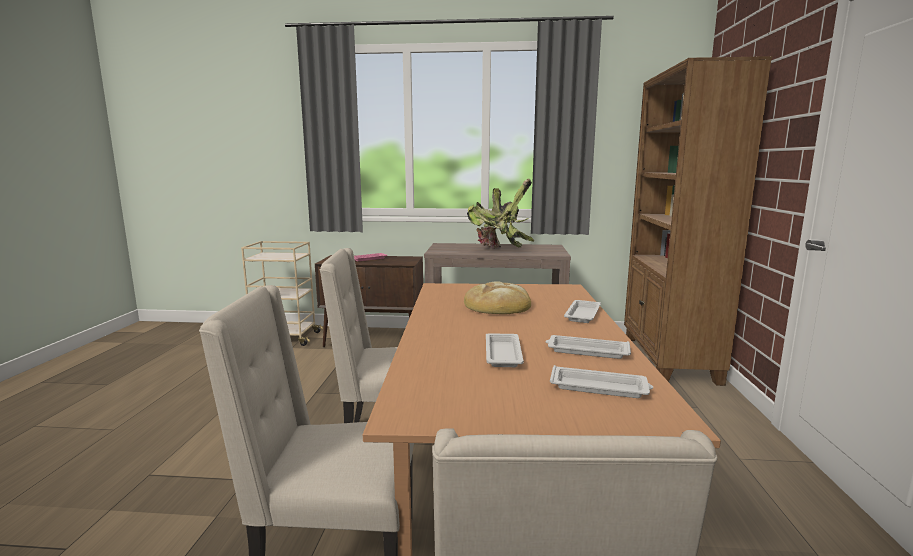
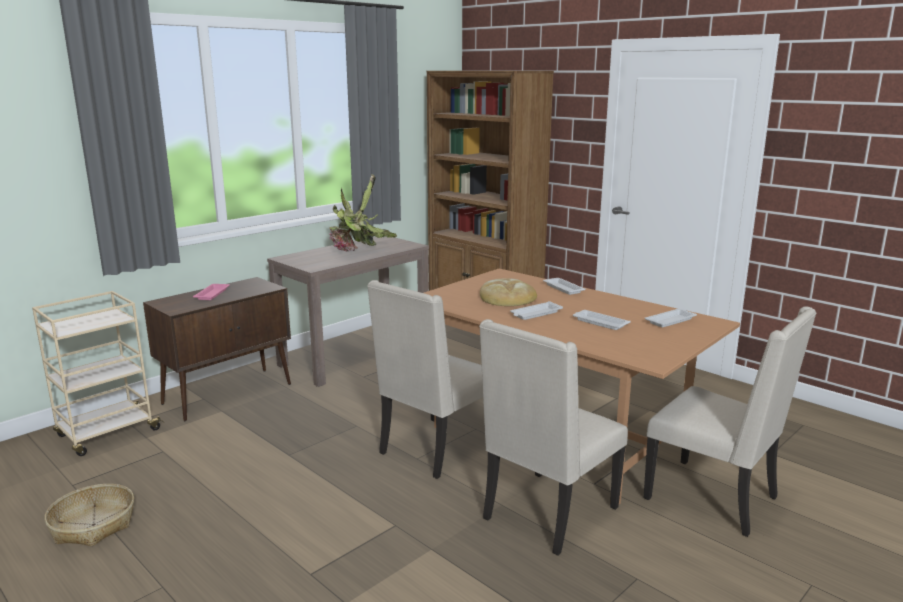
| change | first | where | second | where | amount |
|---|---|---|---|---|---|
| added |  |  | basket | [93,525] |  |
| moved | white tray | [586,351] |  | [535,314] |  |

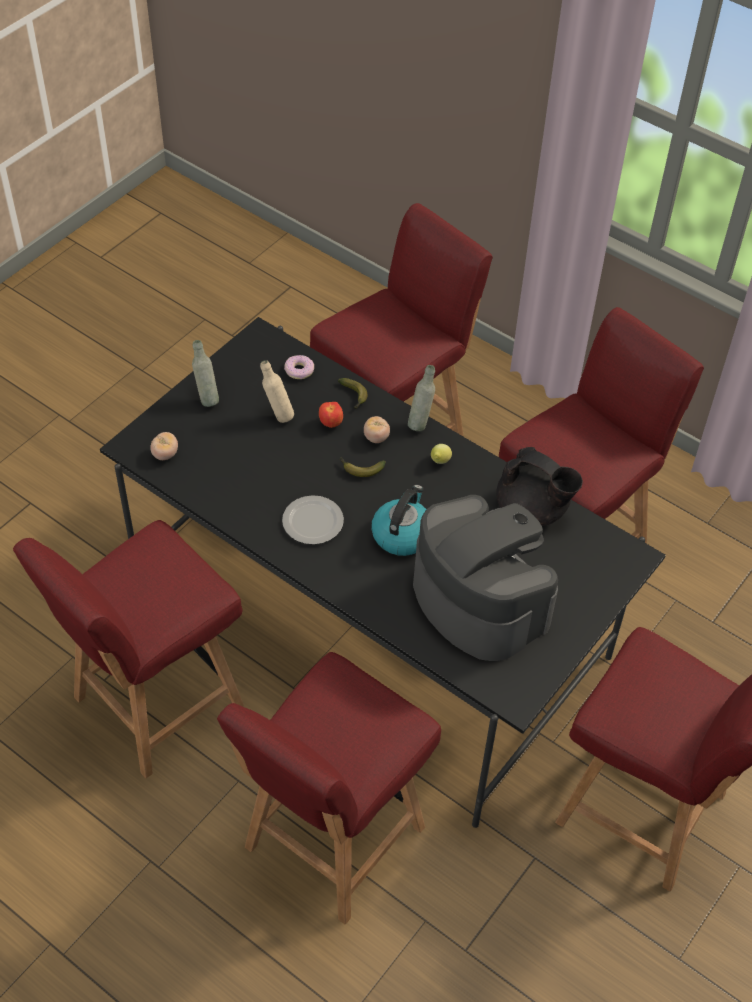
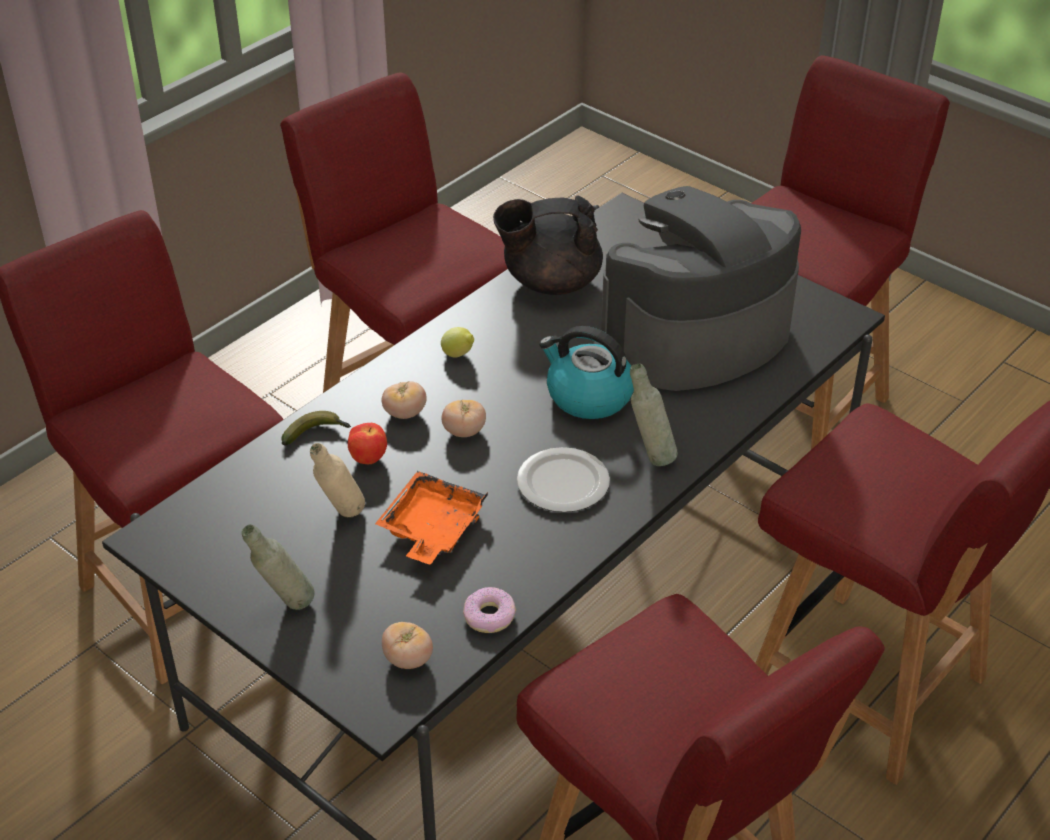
| change | first | where | second | where | amount |
|---|---|---|---|---|---|
| added |  |  | orange tray | [431,529] |  |
| replaced | banana | [360,469] | tomato | [464,431] |  |
| moved | donut | [299,371] |  | [490,616] |  |
| turned | black teapot | [532,510] |  | [550,282] | 135 degrees counterclockwise |
| moved | grey bottle | [420,422] |  | [650,457] |  |

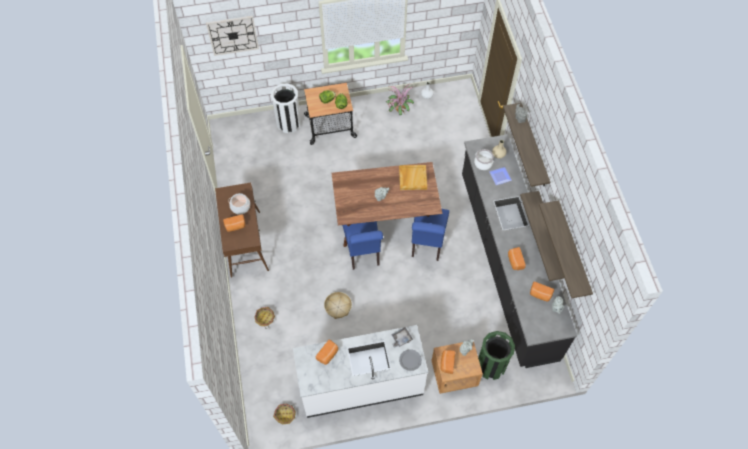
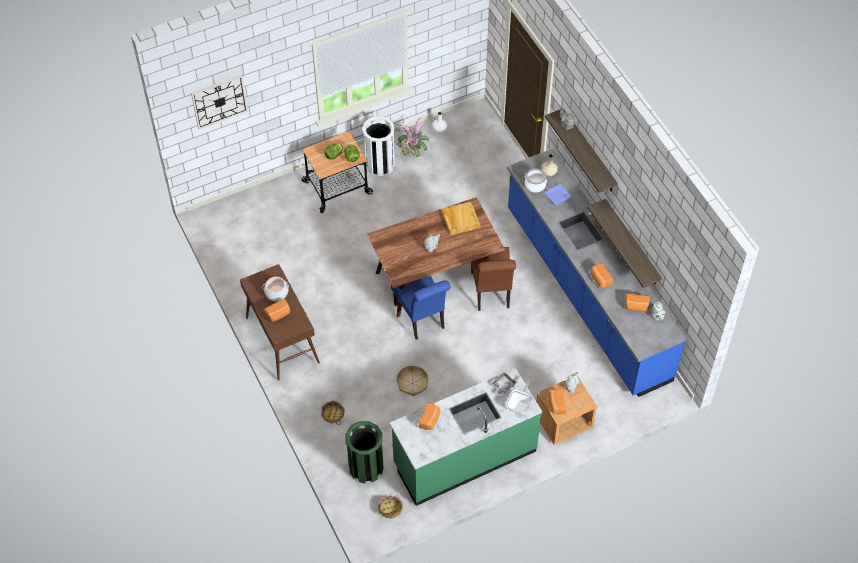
| change | first | where | second | where | amount |
|---|---|---|---|---|---|
| moved | green trash can | [491,365] |  | [366,467] |  |
| moved | white trash can | [289,123] |  | [380,164] |  |
| recoloured | white counter | [361,384] | green counter | [464,457] |  |
| recoloured | blue chair | [427,244] | brown chair | [491,293] |  |
| replaced | grey plate | [410,360] | frying pan | [520,404] |  |
| recoloured | black counter | [506,264] | blue counter | [586,294] |  |
| removed | shelf | [573,250] |  |  |  |

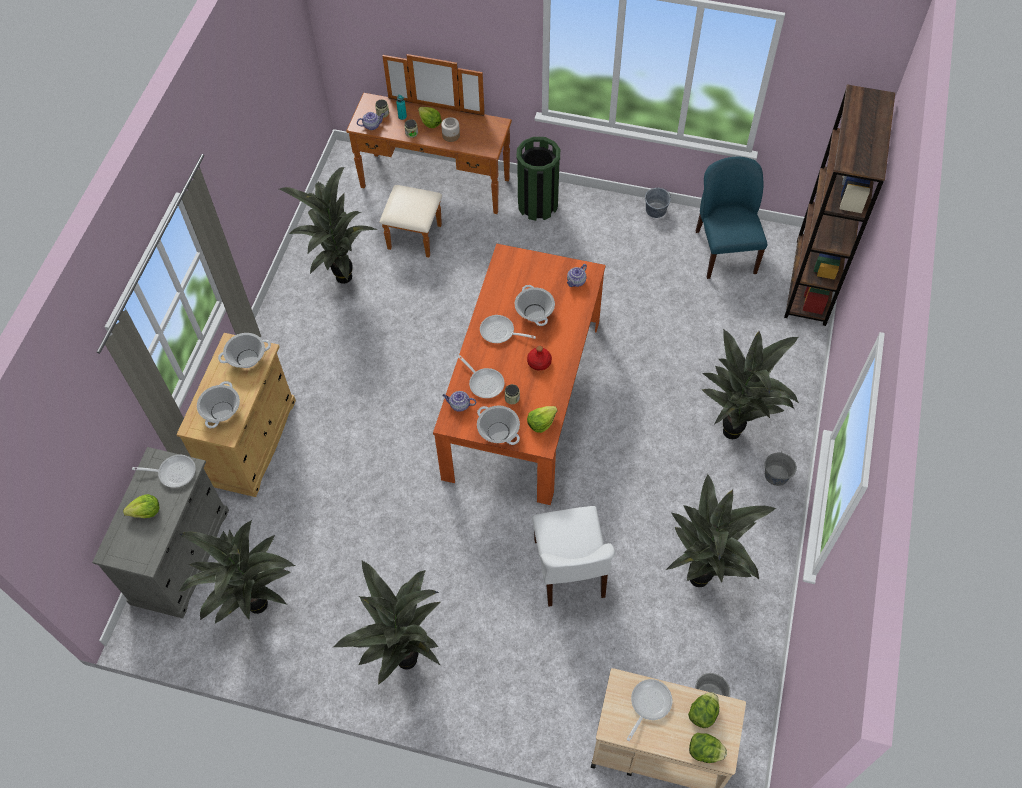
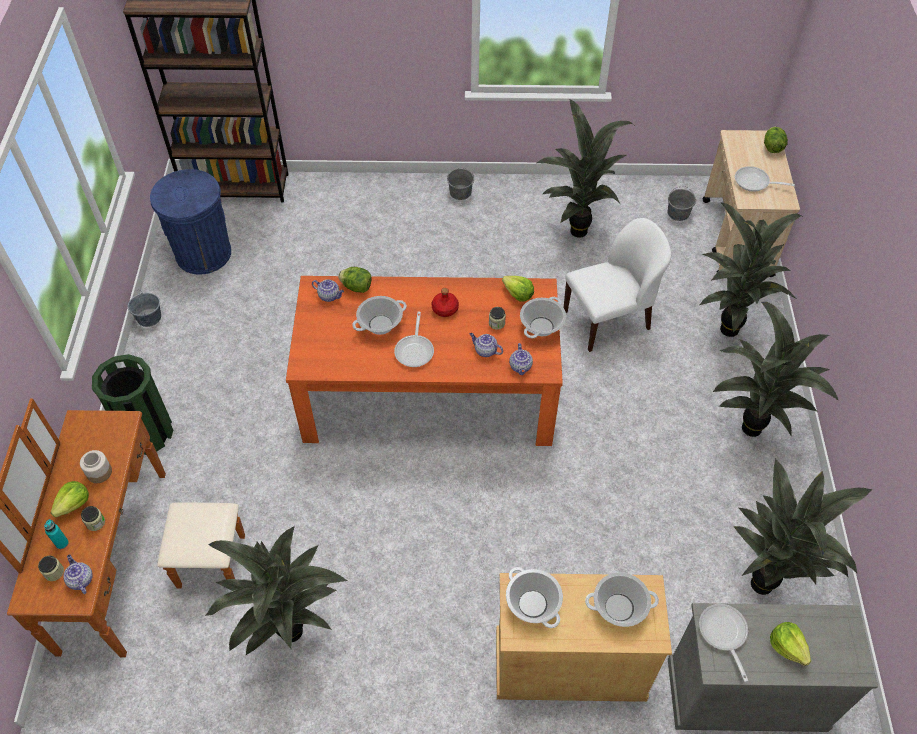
| change | first | where | second | where | amount |
|---|---|---|---|---|---|
| replaced | blue chair | [725,251] | blue trash can | [203,253] |  |
| moved | lettuce | [702,713] |  | [356,287] |  |
| replaced | frying pan | [484,382] | teapot | [485,351] |  |
| moved | potted plant | [735,429] |  | [725,327] |  |

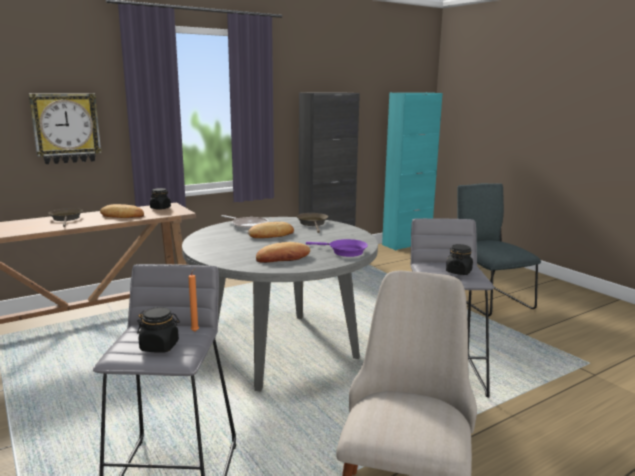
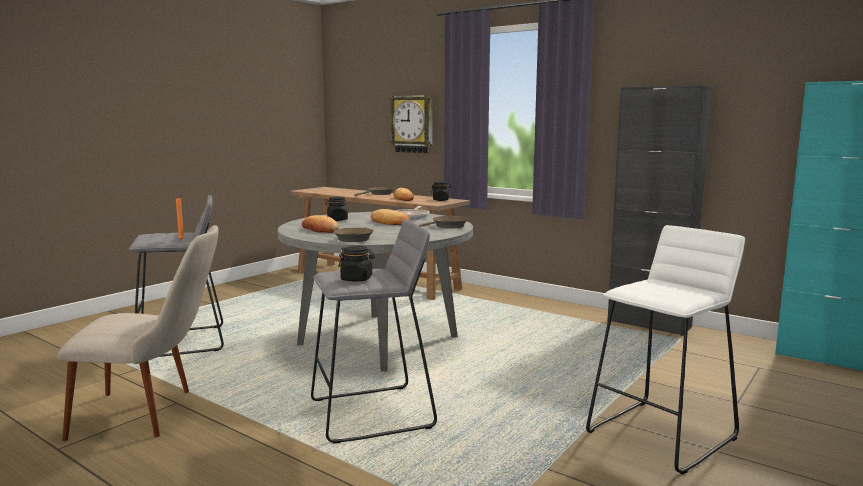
| change | first | where | second | where | amount |
|---|---|---|---|---|---|
| moved | black jar | [160,346] |  | [337,220] |  |
| recoloured | purple frying pan | [344,252] | brown frying pan | [354,238] |  |
| replaced | grey chair | [488,299] | white stool | [662,435] |  |

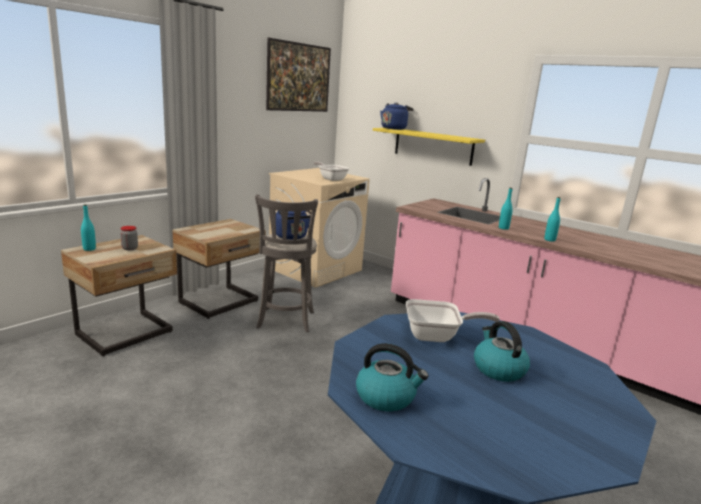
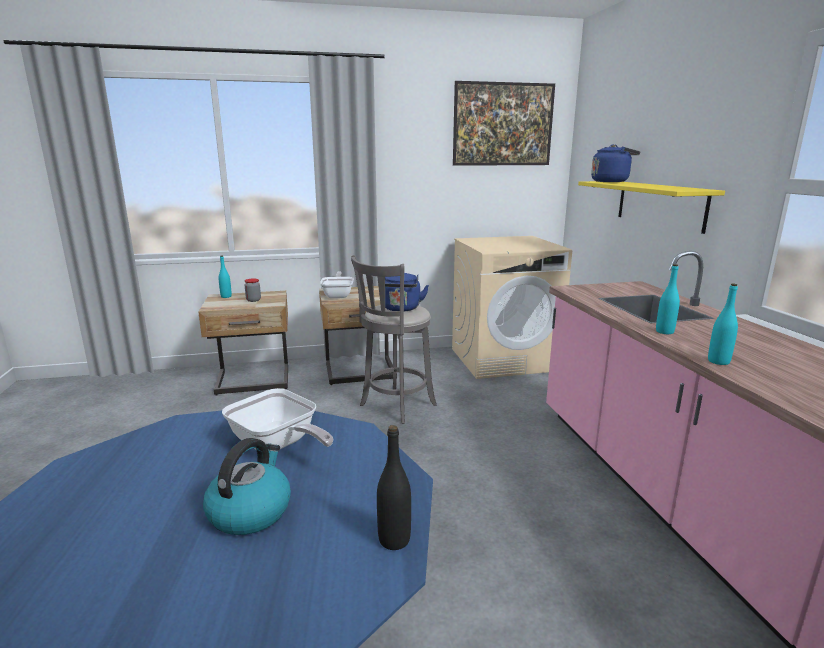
| change | first | where | second | where | amount |
|---|---|---|---|---|---|
| moved | frying pan | [331,179] |  | [338,295] |  |
| added |  |  | black bottle | [394,540] |  |
| removed | kettle | [386,397] |  |  |  |

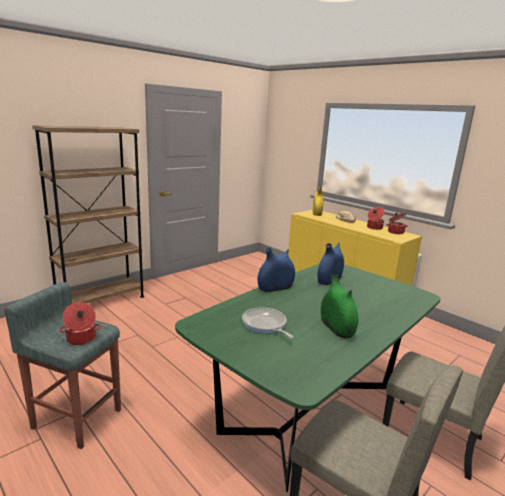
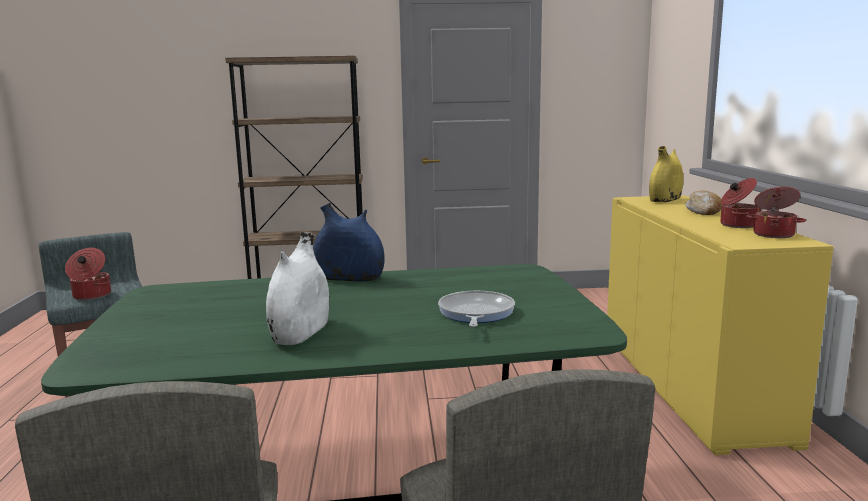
| change | first | where | second | where | amount |
|---|---|---|---|---|---|
| recoloured | green vase | [336,328] | white vase | [300,333] |  |
| moved | frying pan | [265,324] |  | [475,314] |  |
| removed | blue vase | [329,280] |  |  |  |

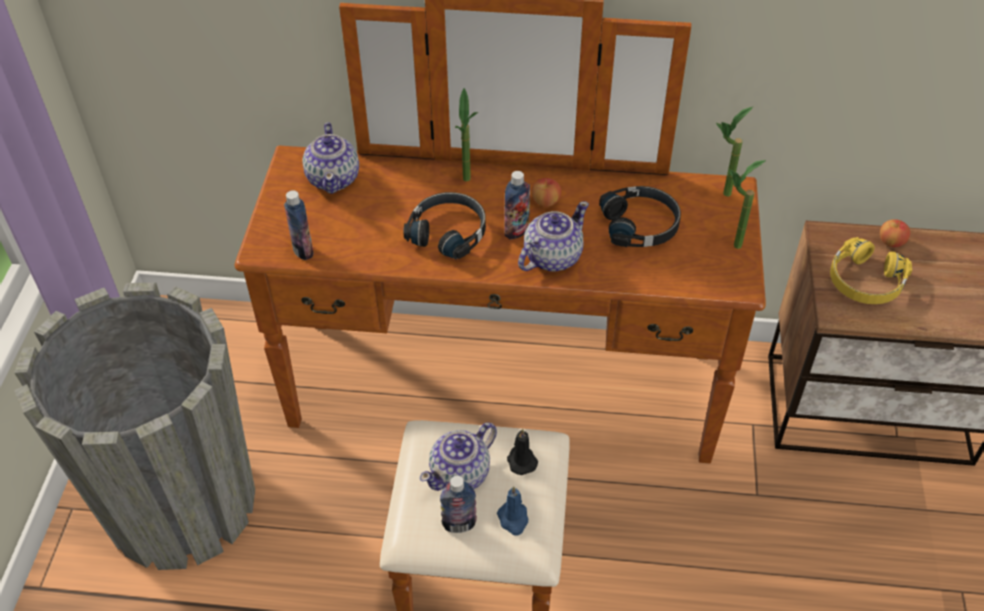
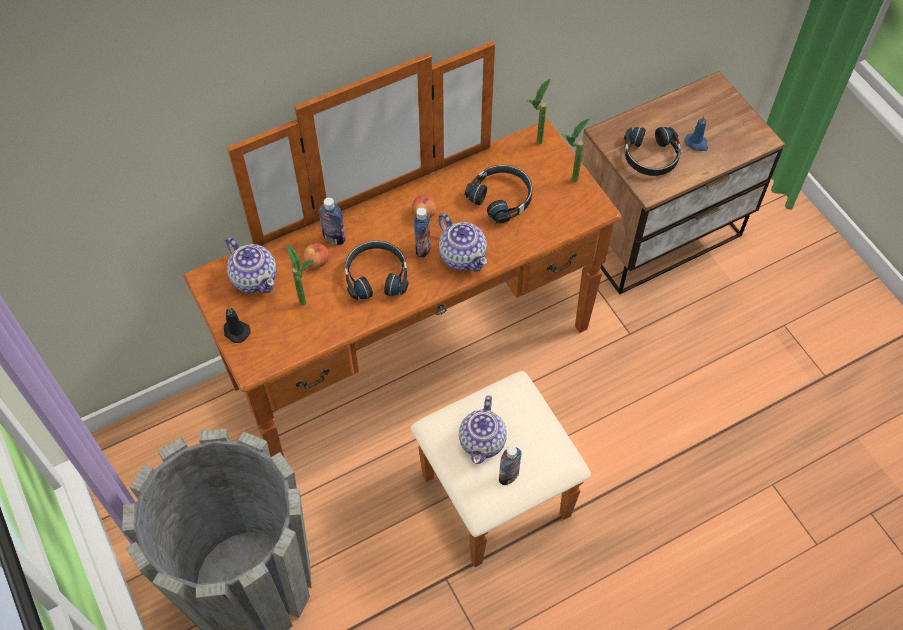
| change | first | where | second | where | amount |
|---|---|---|---|---|---|
| moved | black candle | [521,460] |  | [236,331] |  |
| moved | potted plant | [468,184] |  | [308,306] |  |
| moved | apple | [891,242] |  | [317,261] |  |
| moved | bottle | [303,250] |  | [334,238] |  |
| turned | teapot | [551,257] |  | [462,255] | 135 degrees clockwise |
| recoloured | yellow headphones | [865,281] | black headphones | [651,157] |  |
| moved | blue candle | [513,519] |  | [697,143] |  |

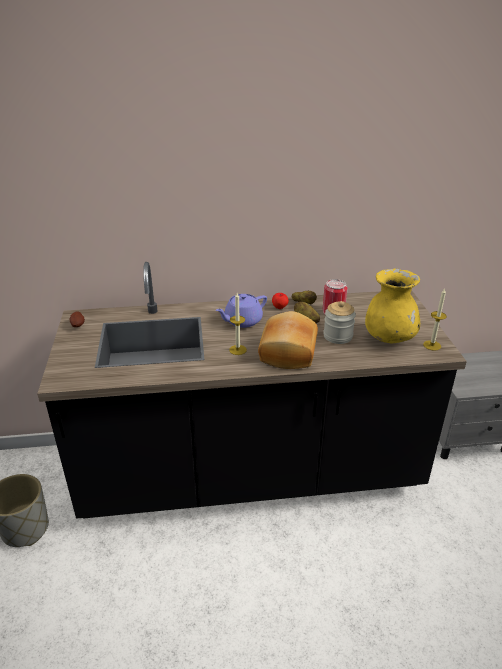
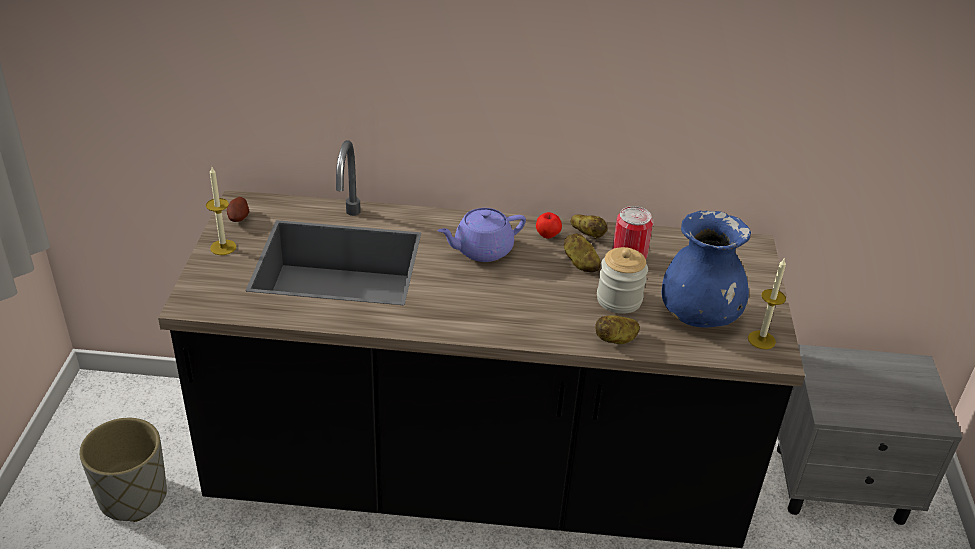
| change | first | where | second | where | amount |
|---|---|---|---|---|---|
| moved | candle | [238,350] |  | [223,247] |  |
| added |  |  | potato | [616,340] |  |
| recoloured | yellow vase | [389,337] | blue vase | [699,315] |  |
| removed | bread | [286,352] |  |  |  |

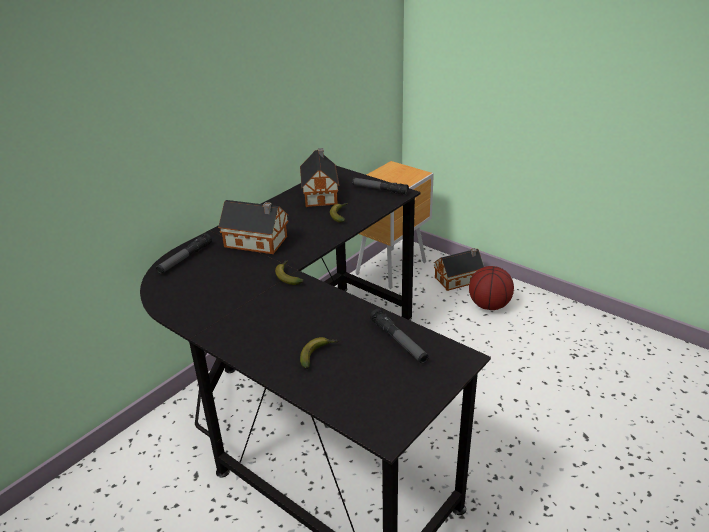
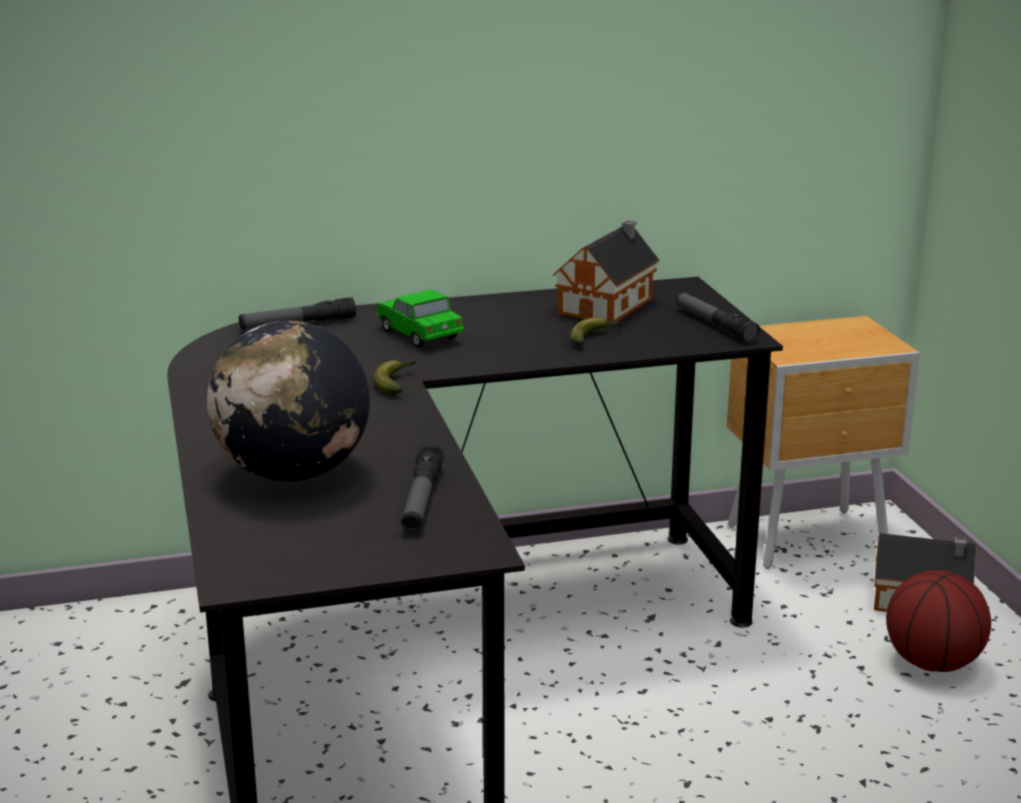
| change | first | where | second | where | amount |
|---|---|---|---|---|---|
| replaced | banana | [318,354] | globe | [292,473] |  |
| replaced | toy house | [258,242] | toy car | [419,334] |  |

